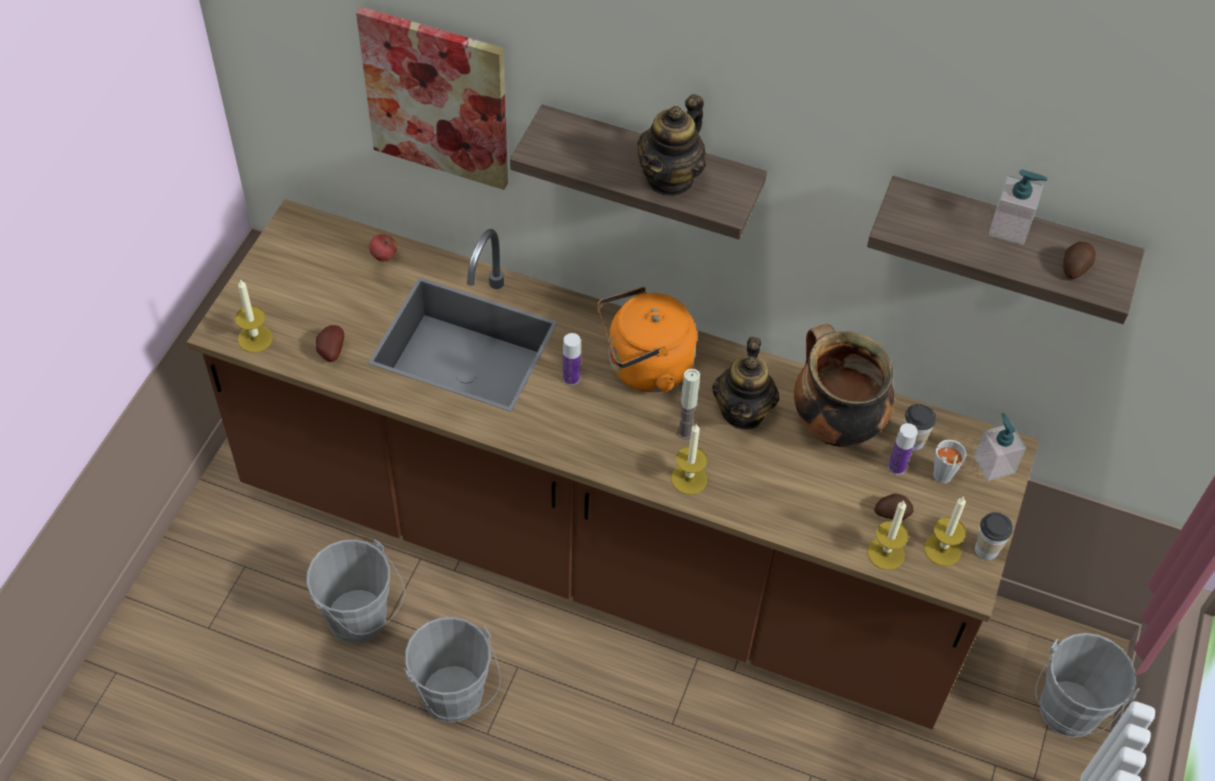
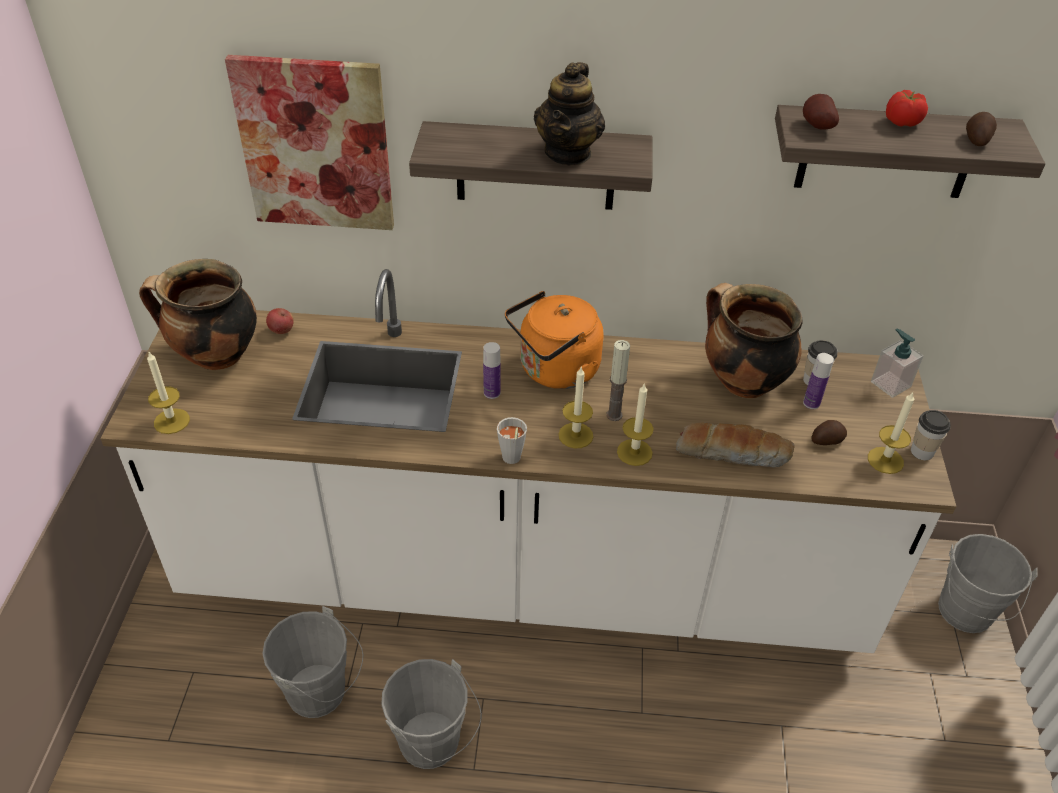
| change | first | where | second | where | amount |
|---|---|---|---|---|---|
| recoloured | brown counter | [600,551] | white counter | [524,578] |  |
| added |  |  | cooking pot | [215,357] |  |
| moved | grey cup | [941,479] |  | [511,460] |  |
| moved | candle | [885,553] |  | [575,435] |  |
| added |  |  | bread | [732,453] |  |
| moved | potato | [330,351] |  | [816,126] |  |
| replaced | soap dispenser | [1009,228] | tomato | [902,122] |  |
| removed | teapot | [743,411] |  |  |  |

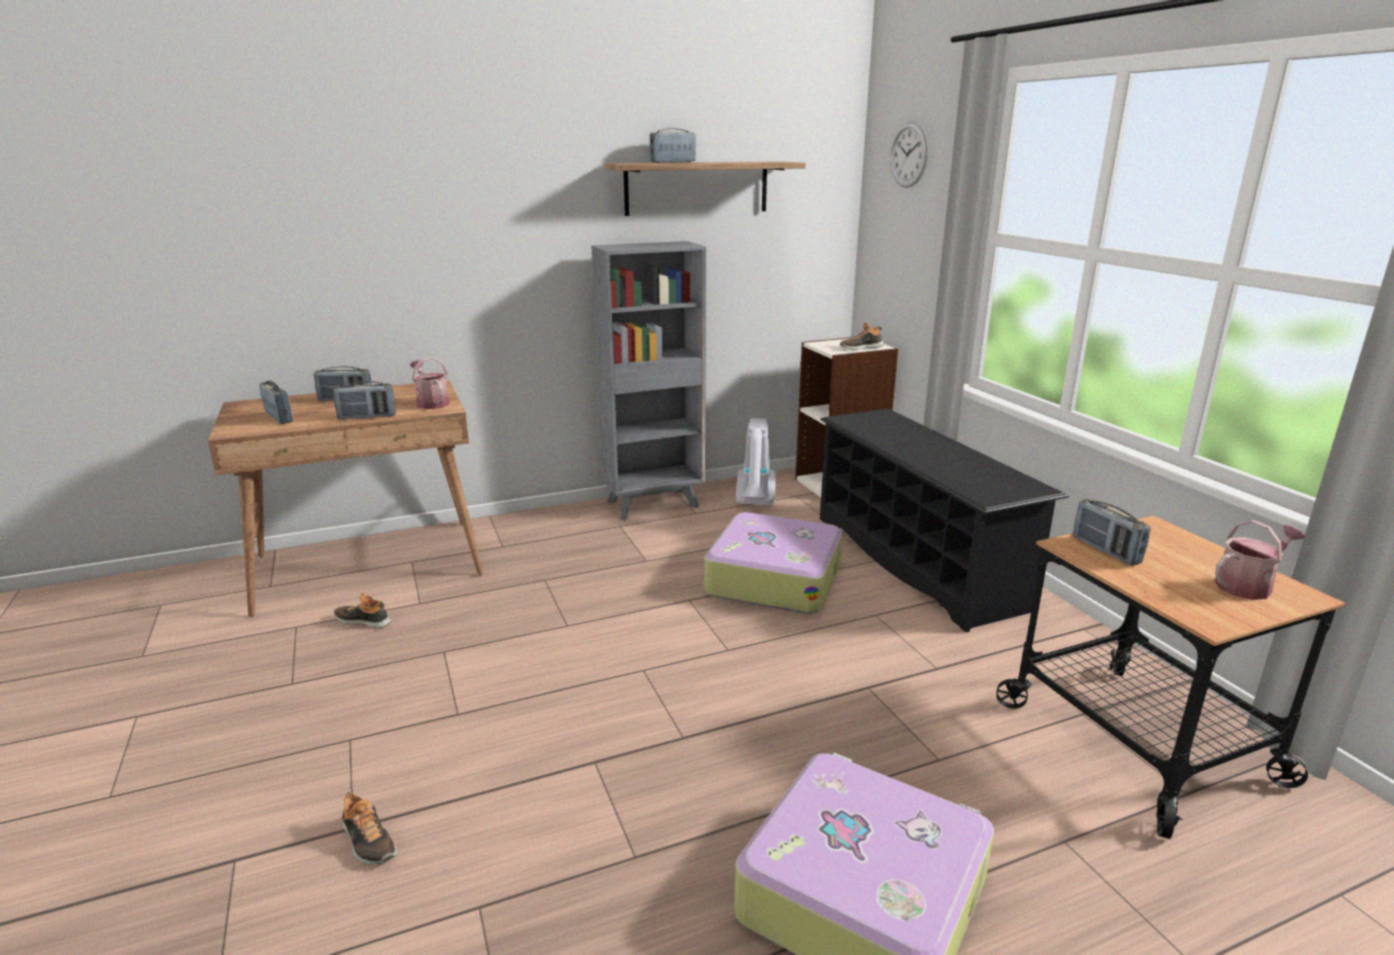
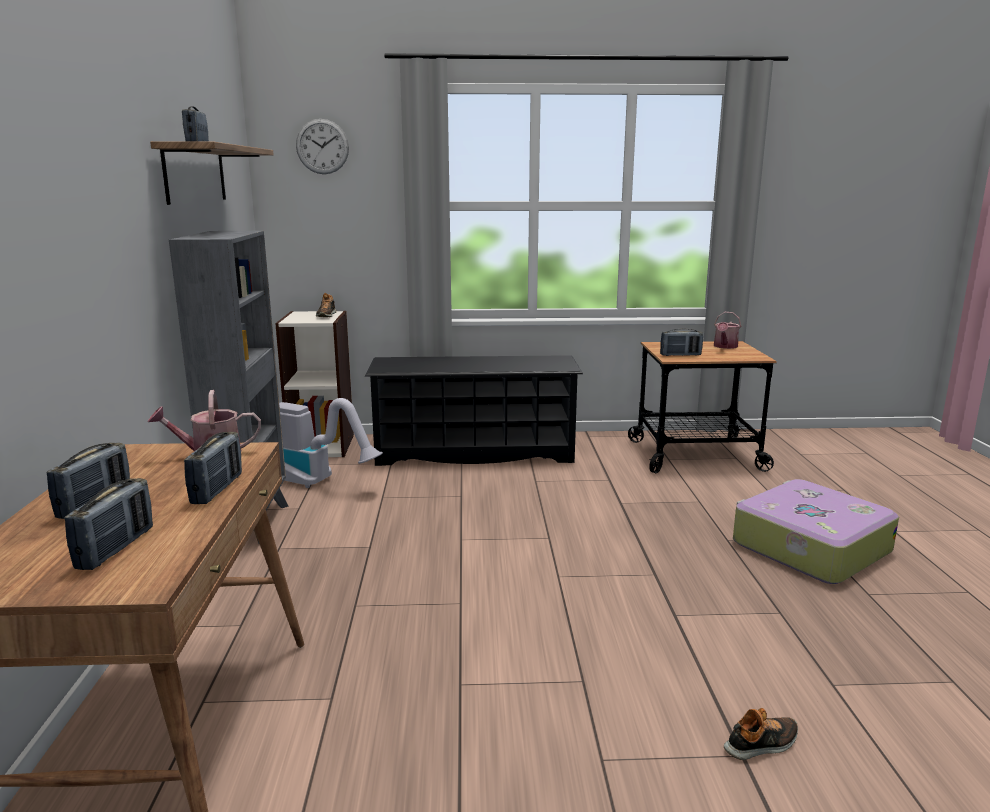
| change | first | where | second | where | amount |
|---|---|---|---|---|---|
| turned | radio | [279,418] |  | [116,548] | 120 degrees clockwise |
| turned | watering can | [1248,585] |  | [725,346] | 150 degrees counterclockwise |
| removed | shoe | [364,621] |  |  |  |
| removed | suitcase | [773,578] |  |  |  |

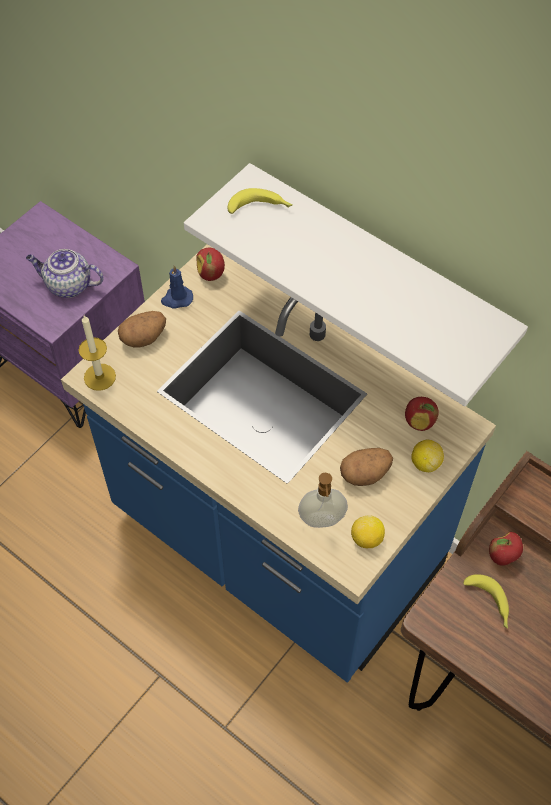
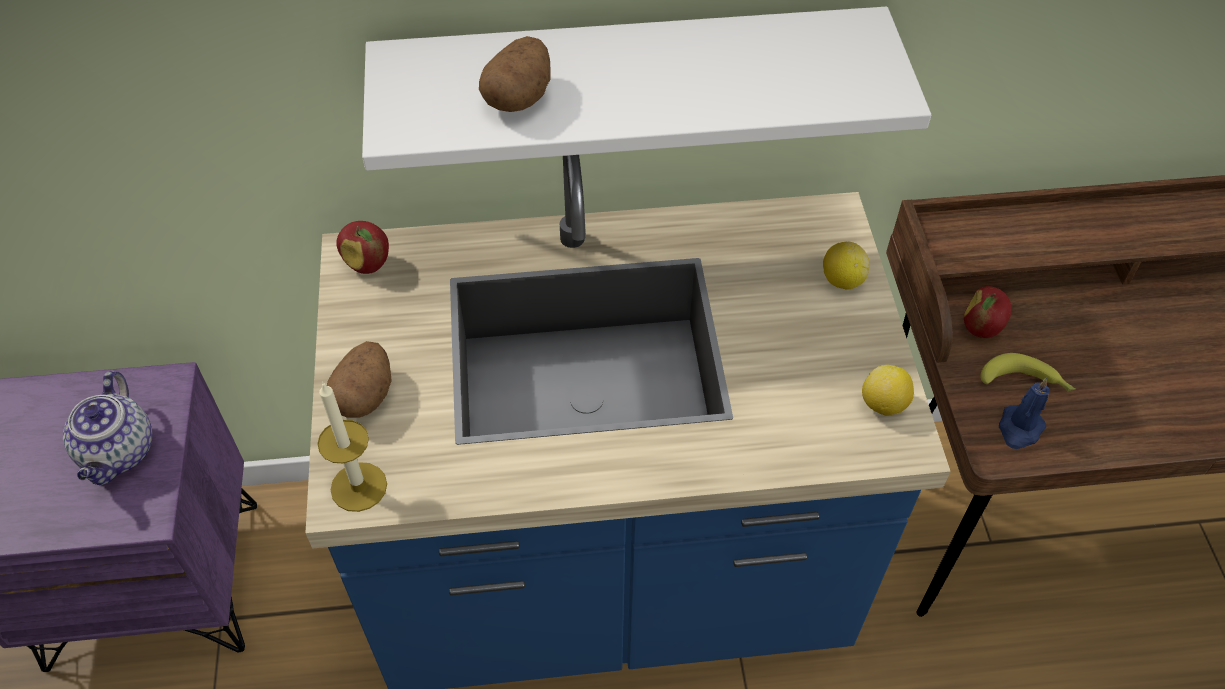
| change | first | where | second | where | amount |
|---|---|---|---|---|---|
| turned | teapot | [68,285] |  | [119,453] | 60 degrees counterclockwise |
| moved | potato | [365,474] |  | [518,97] |  |
| moved | blue candle | [177,299] |  | [1019,429] |  |
| removed | banana | [260,208] |  |  |  |
| removed | soap dispenser | [322,521] |  |  |  |
| removed | apple | [419,422] |  |  |  |

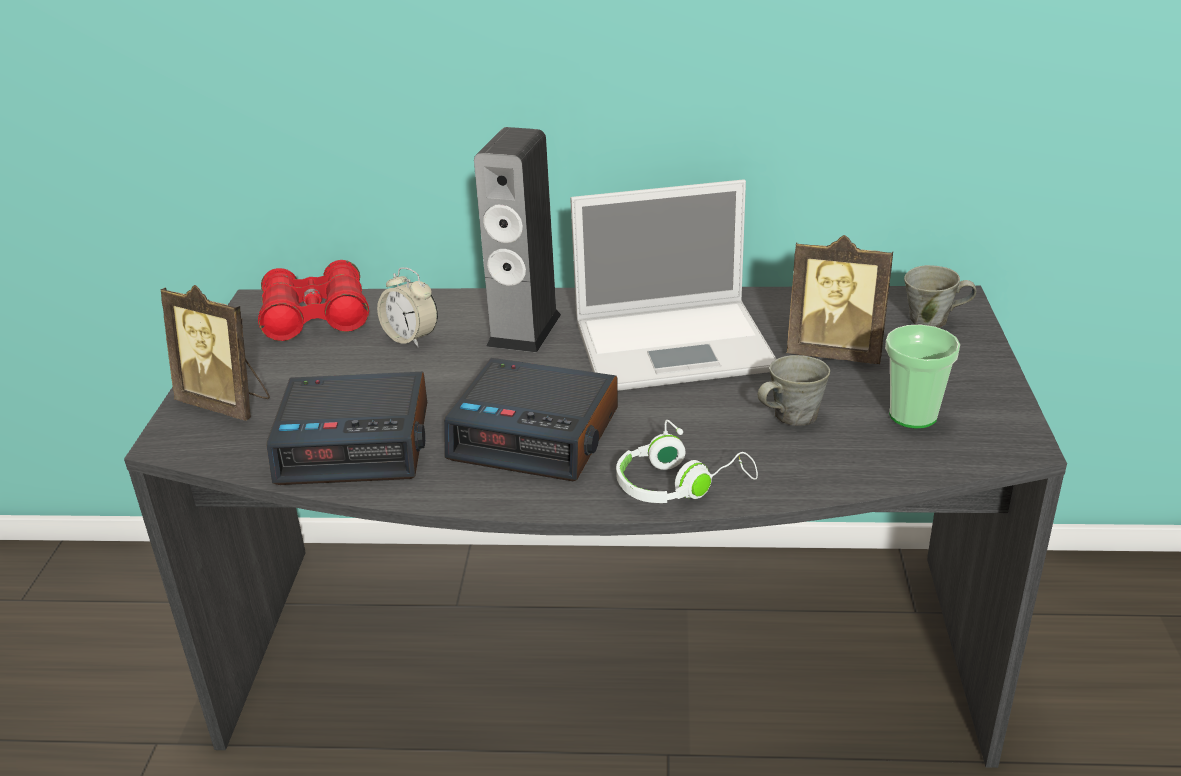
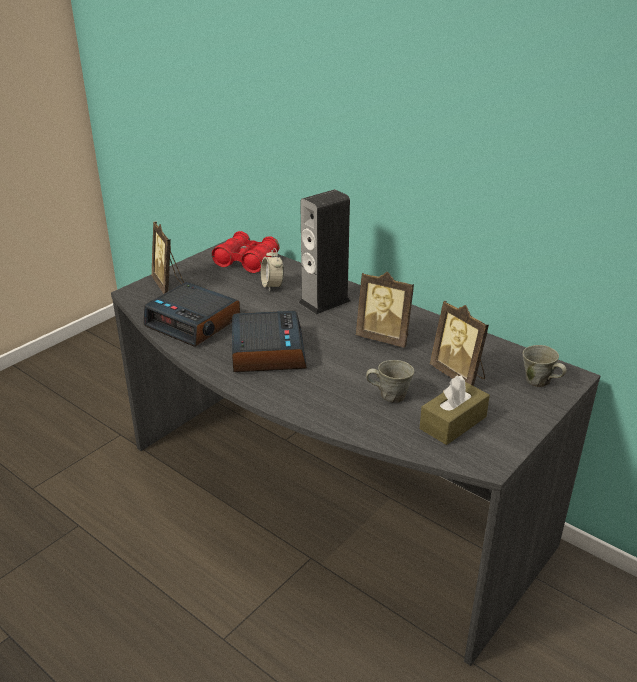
| change | first | where | second | where | amount |
|---|---|---|---|---|---|
| turned | alarm clock | [536,434] |  | [267,351] | 150 degrees counterclockwise |
| replaced | laptop | [677,345] | picture frame | [384,338] |  |
| replaced | cup | [913,415] | brown tissue box | [453,423] |  |
| removed | white headphones | [679,484] |  |  |  |

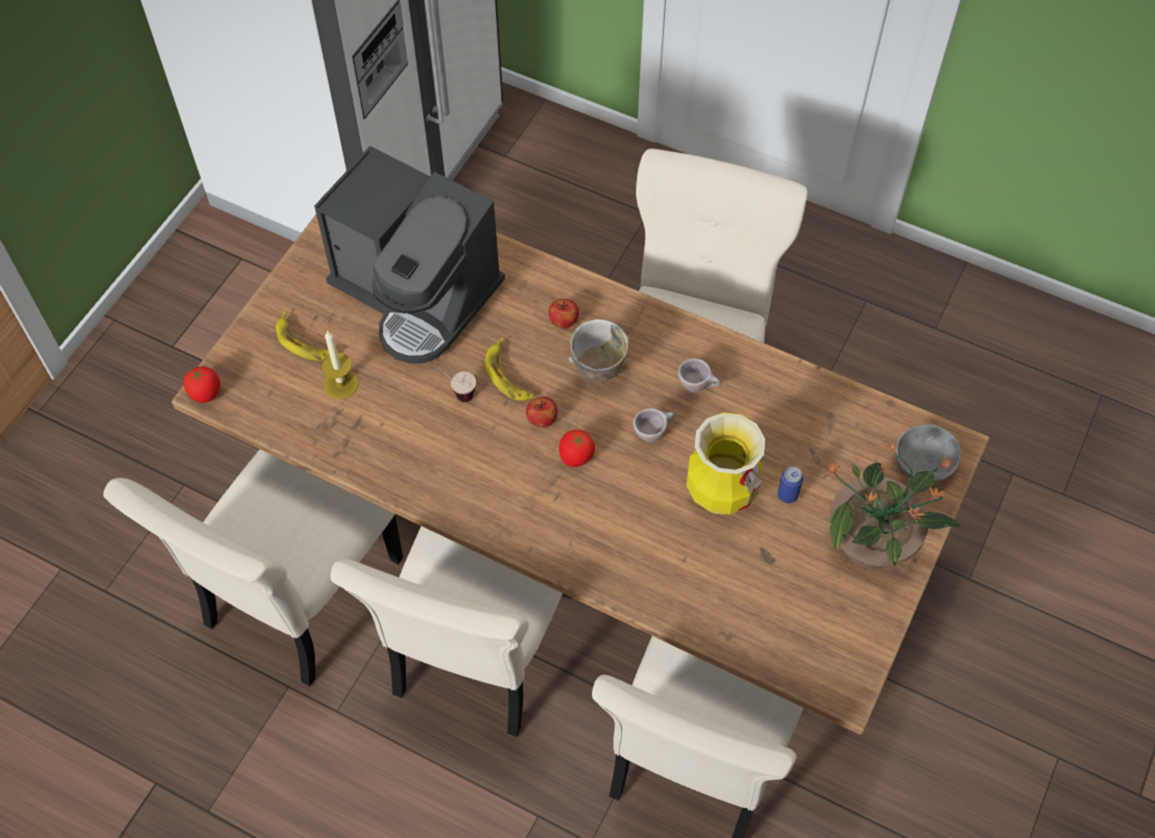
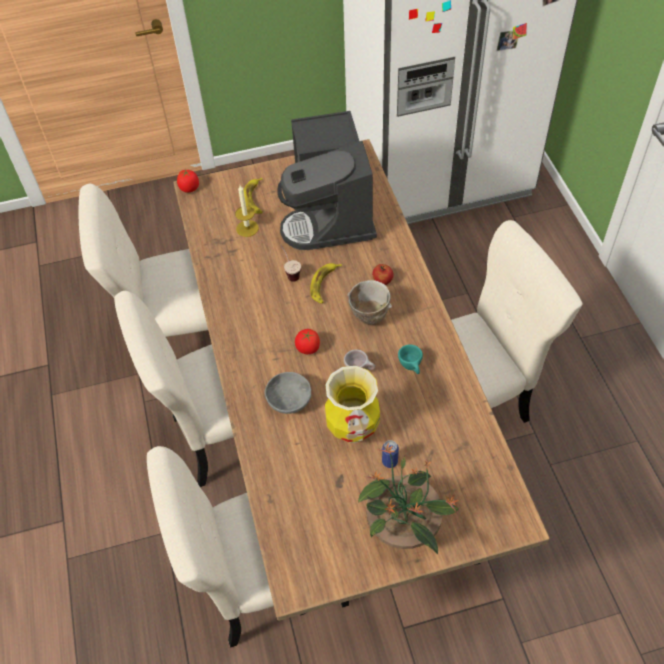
| change | first | where | second | where | amount |
|---|---|---|---|---|---|
| moved | grey bowl | [924,465] |  | [289,401] |  |
| recoloured | beige cup | [698,386] | turquoise cup | [411,367] |  |
| removed | apple | [542,420] |  |  |  |

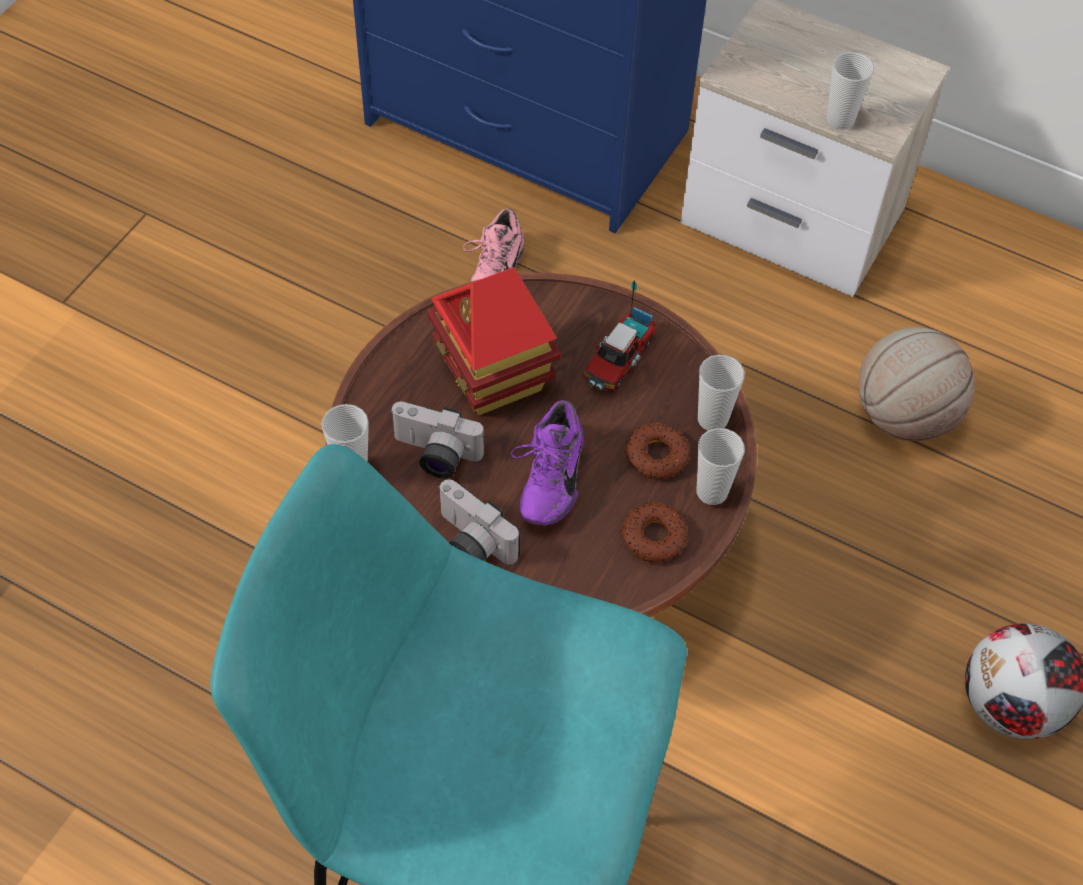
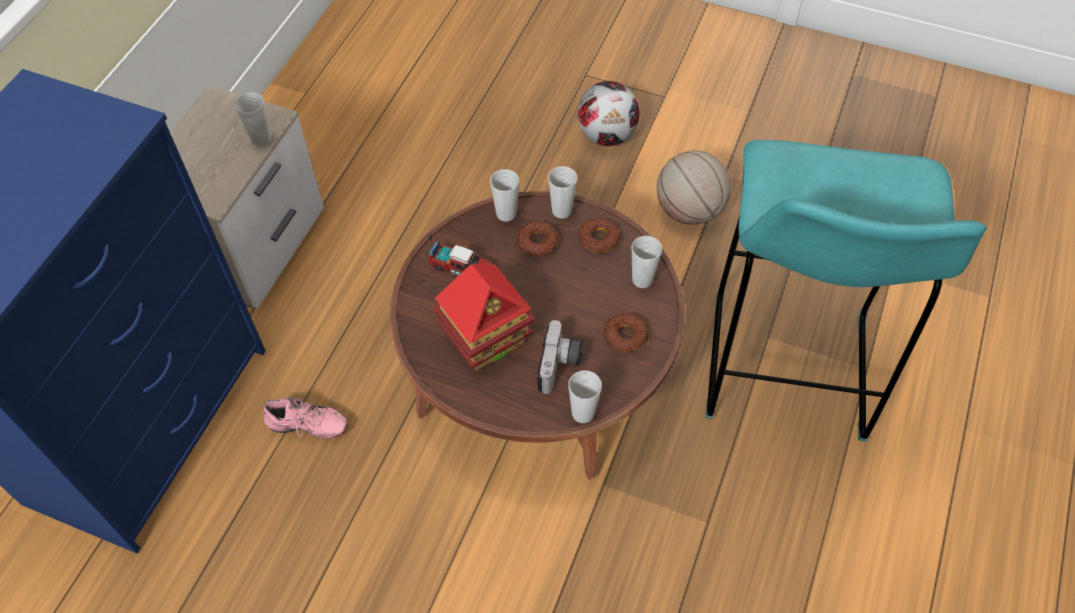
| change | first | where | second | where | amount |
|---|---|---|---|---|---|
| replaced | photo camera | [469,543] | donut | [625,335] |  |
| added |  |  | cup | [642,280] |  |
| moved | basketball | [903,416] |  | [688,211] |  |
| removed | purple shoe | [547,478] |  |  |  |

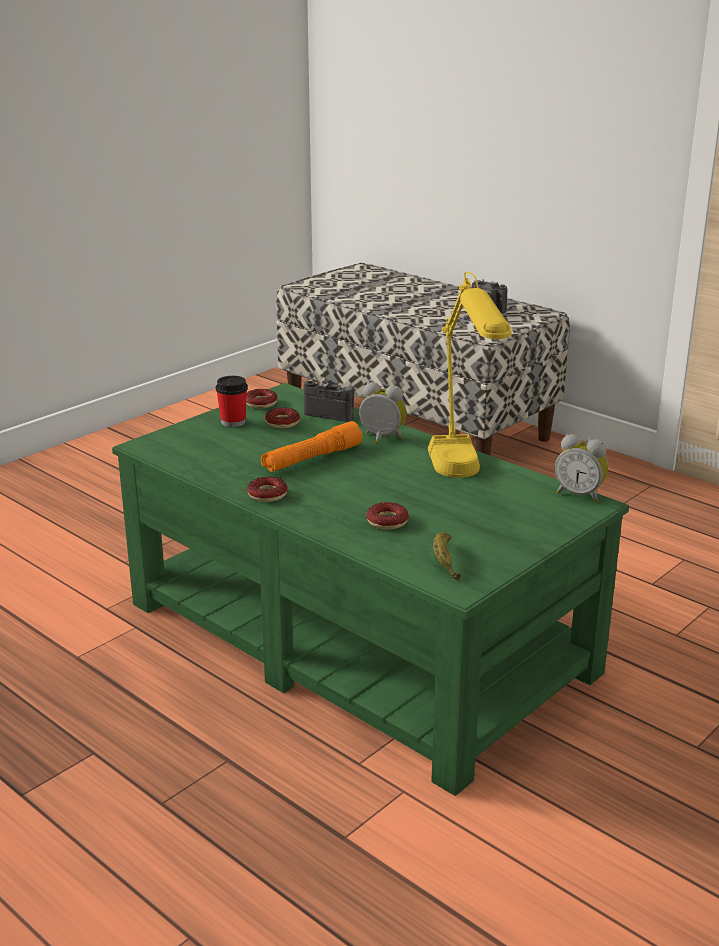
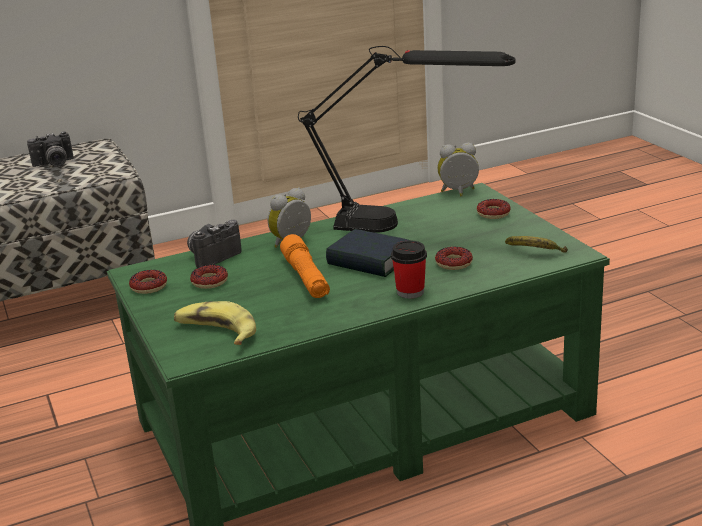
| change | first | where | second | where | amount |
|---|---|---|---|---|---|
| added |  |  | banana | [216,332] |  |
| recoloured | yellow table lamp | [462,482] | black table lamp | [407,226] |  |
| added |  |  | book | [369,261] |  |
| moved | cup | [233,422] |  | [410,292] |  |
| turned | alarm clock | [579,494] |  | [459,192] | 150 degrees counterclockwise |
| moved | donut | [267,494] |  | [493,213] |  |

